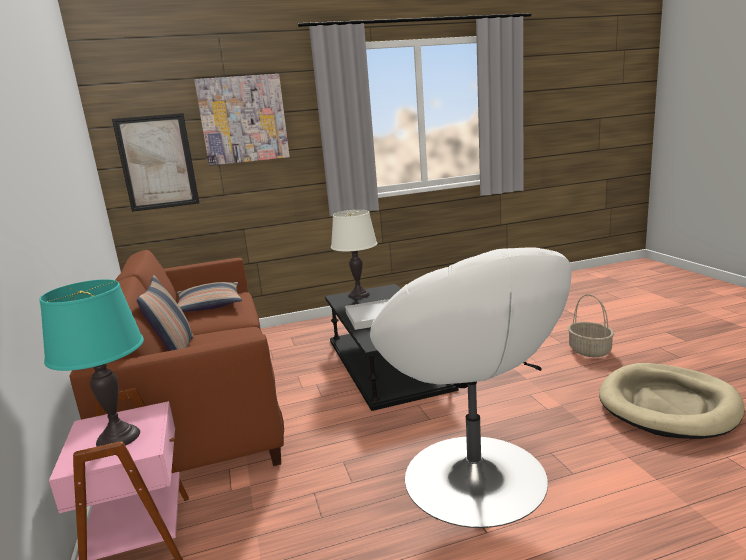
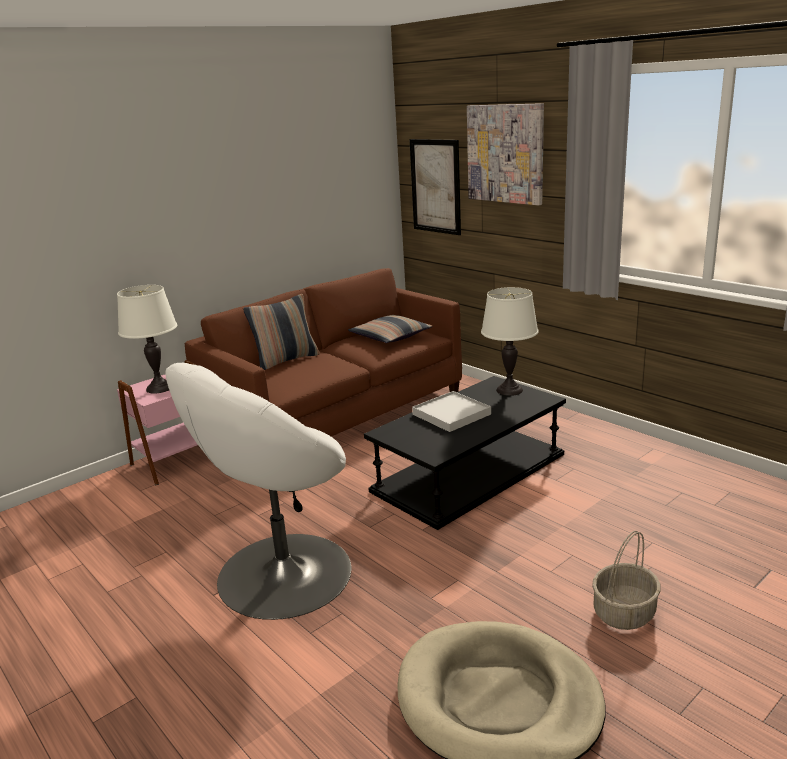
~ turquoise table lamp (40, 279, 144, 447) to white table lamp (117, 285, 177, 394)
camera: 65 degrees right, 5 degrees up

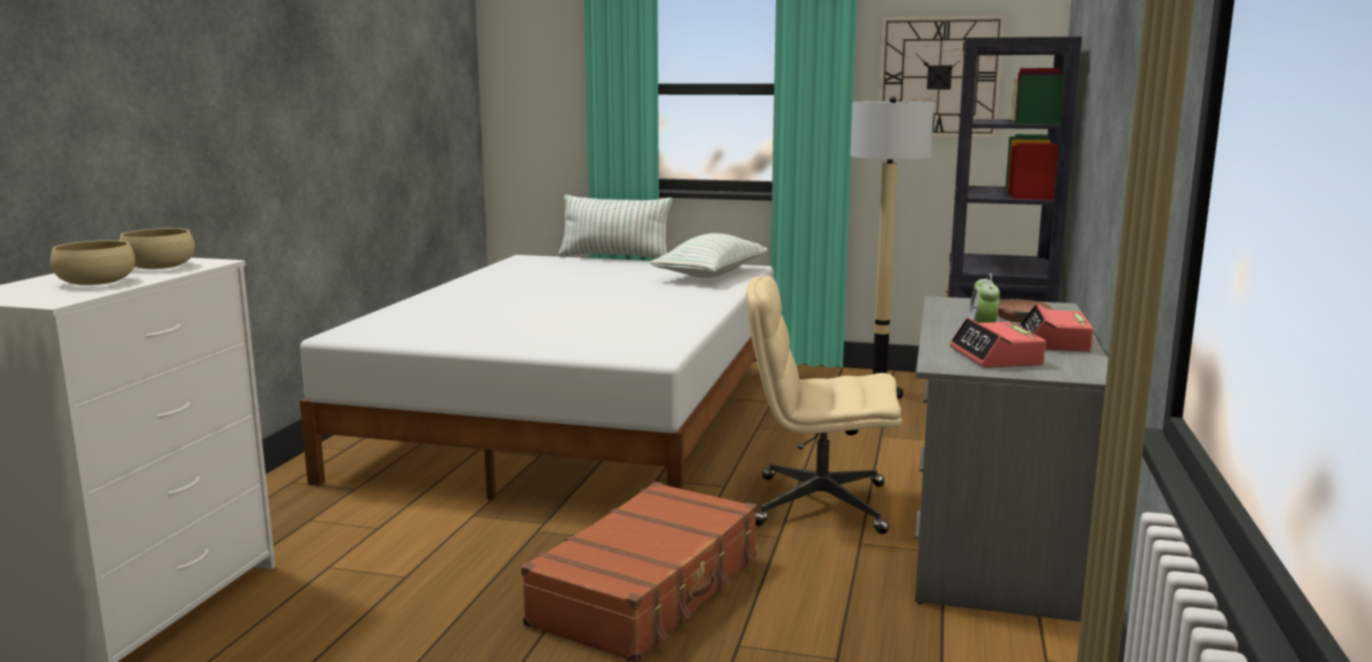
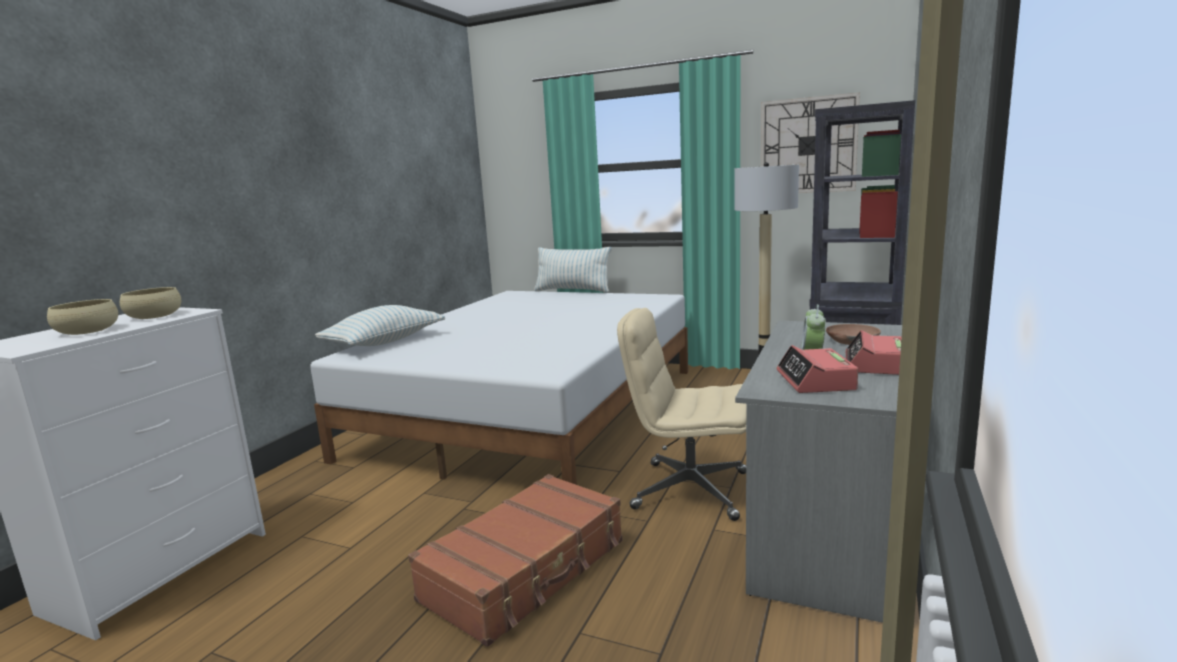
~ pillow (650, 233, 768, 278) to (315, 305, 445, 346)
camera: 10 degrees right, 0 degrees up

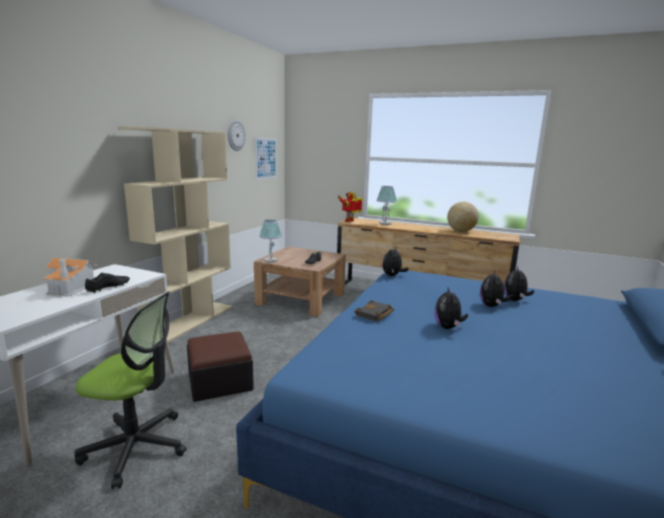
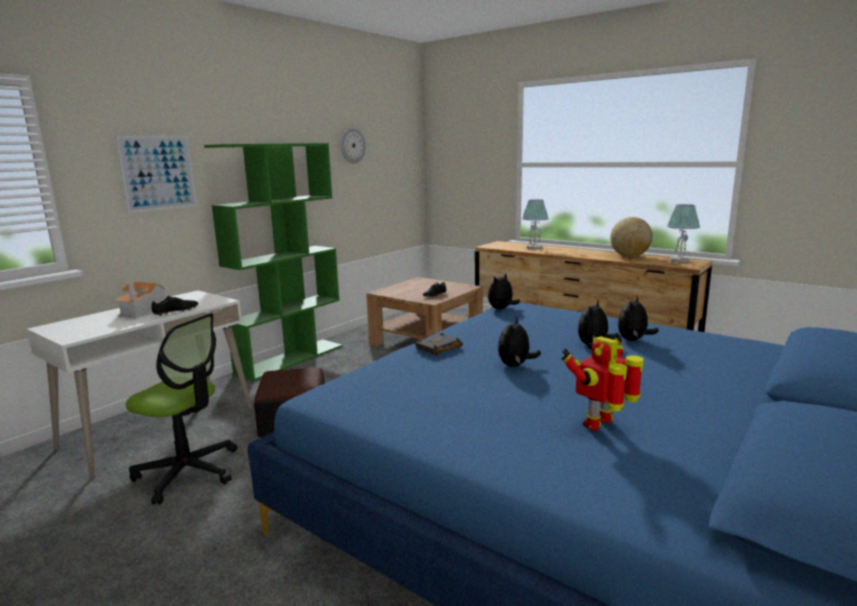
~ picture (255, 137, 277, 180) to (115, 136, 197, 213)
~ table lamp (259, 220, 282, 263) to (667, 204, 700, 263)
~ toy robot (338, 192, 363, 222) to (561, 335, 644, 430)
~ beige bookcase (118, 126, 232, 343) to green bookcase (204, 143, 343, 382)
camera: 15 degrees right, 0 degrees up

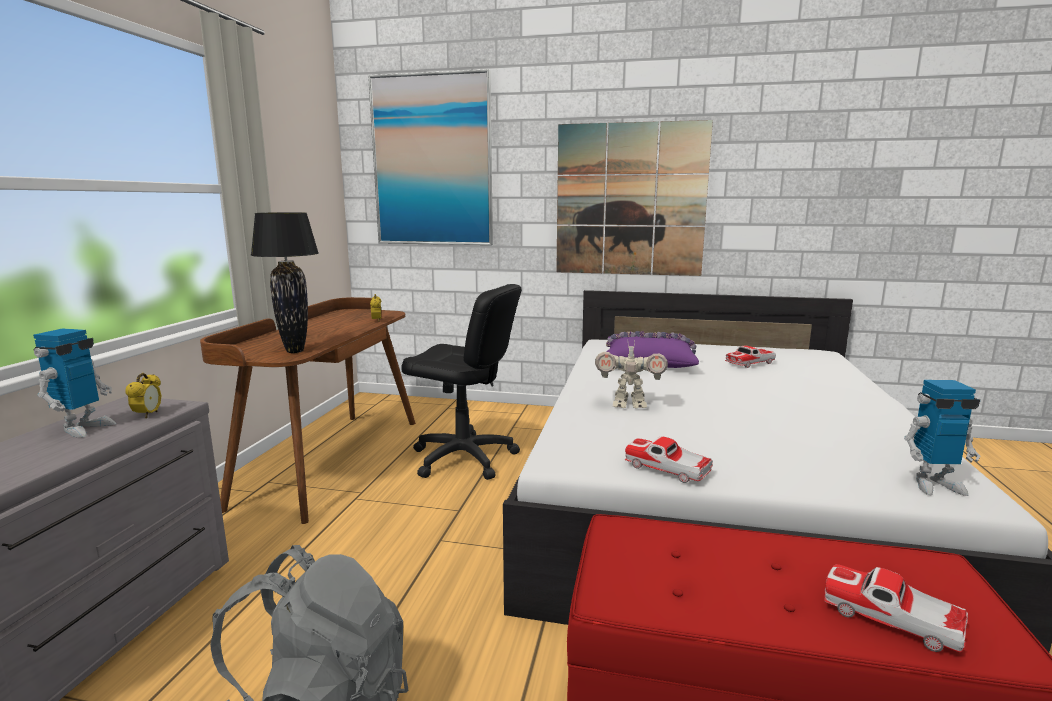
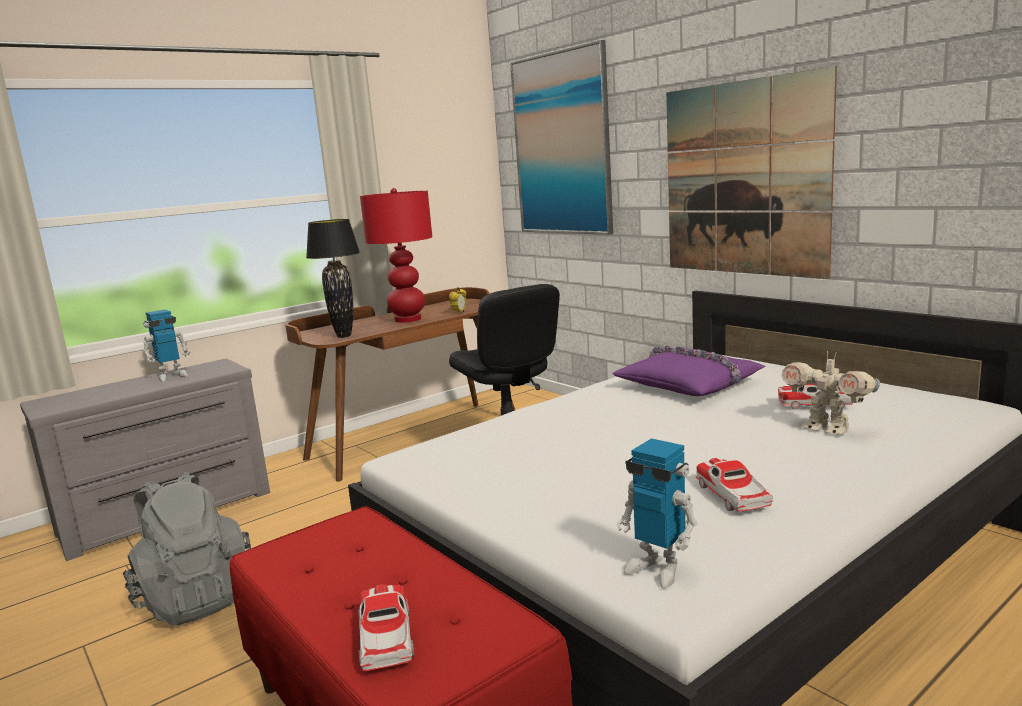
- alarm clock (125, 373, 161, 418)
+ red table lamp (360, 188, 432, 323)
~ toy robot (595, 341, 668, 408) to (782, 351, 880, 435)
~ toy car (625, 436, 713, 483) to (695, 458, 773, 512)
camera: 40 degrees right, 0 degrees up

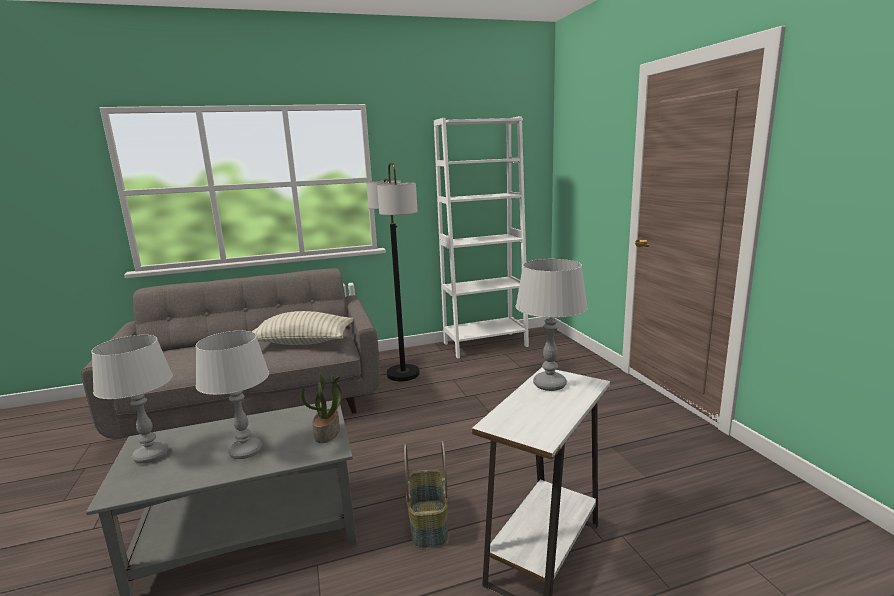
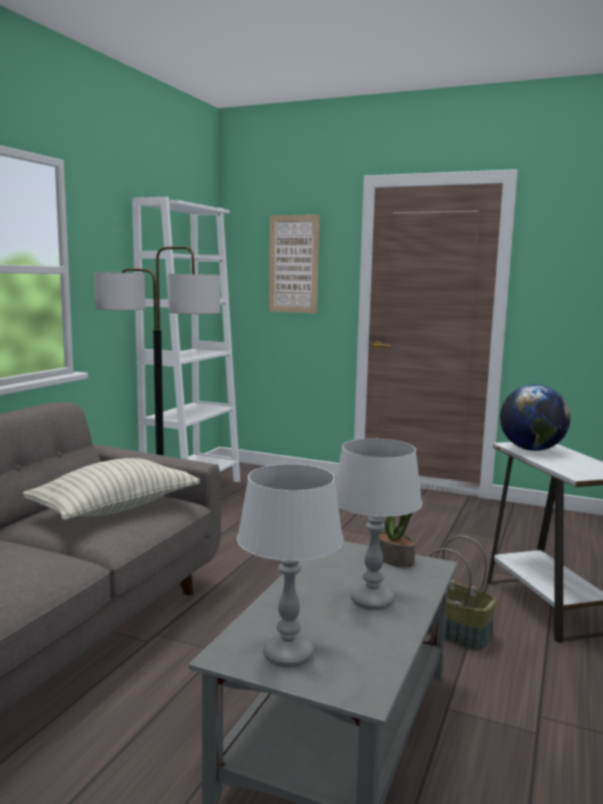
+ picture (269, 215, 319, 313)
~ grey table lamp (516, 259, 588, 391) to globe (500, 384, 570, 451)
camera: 50 degrees left, 5 degrees down

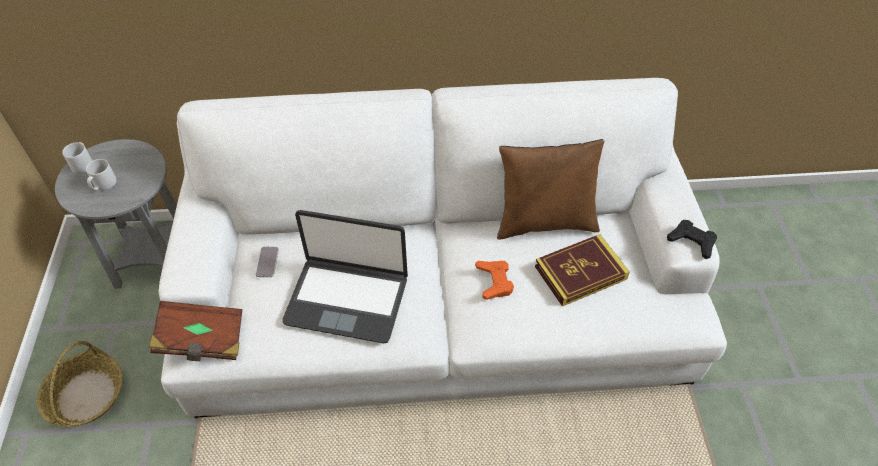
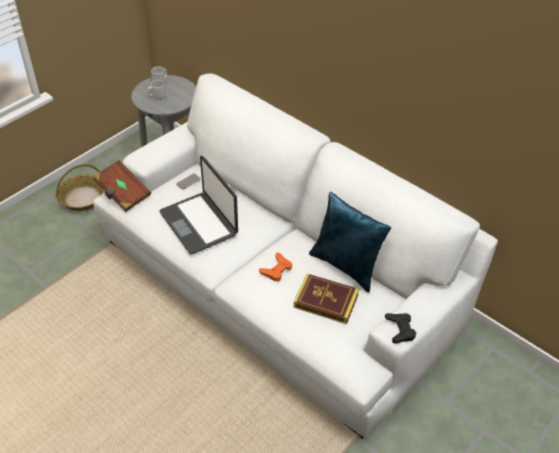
~ brown pillow (497, 139, 604, 240) to blue pillow (309, 192, 391, 292)
camera: 45 degrees right, 5 degrees down

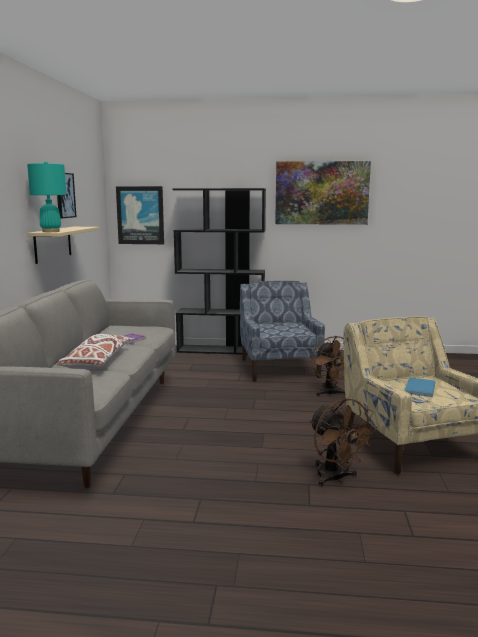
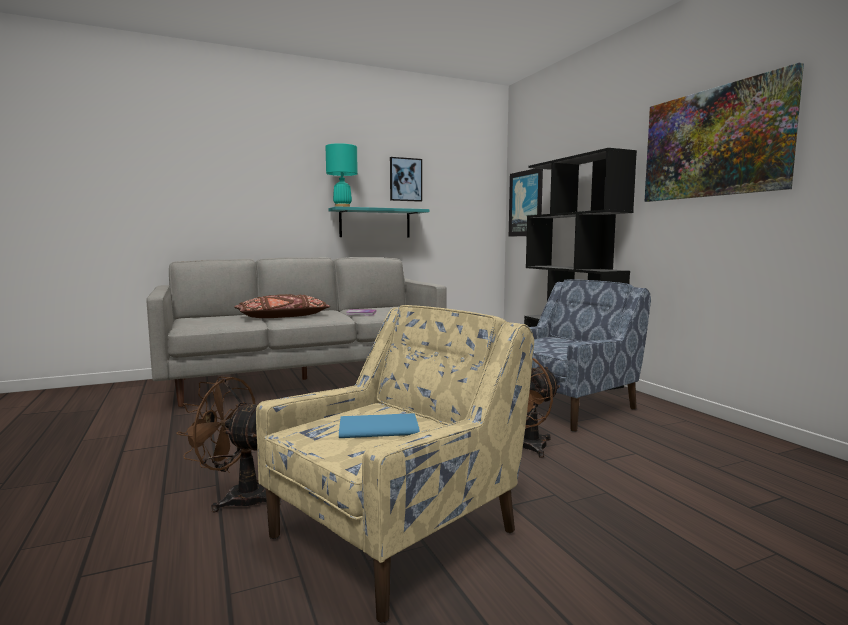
~ beige shelf (27, 227, 100, 264) to turquoise shelf (328, 206, 429, 237)
~ white pillow (57, 334, 130, 369) to brown pillow (234, 294, 330, 318)
~ brown fan (309, 398, 378, 487) = (176, 376, 281, 512) 75 degrees clockwise
camera: 60 degrees right, 5 degrees down

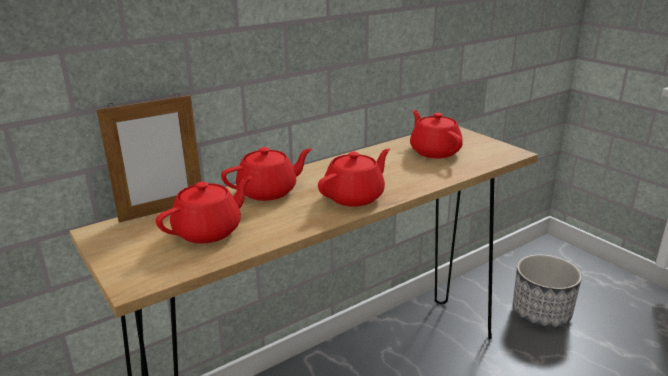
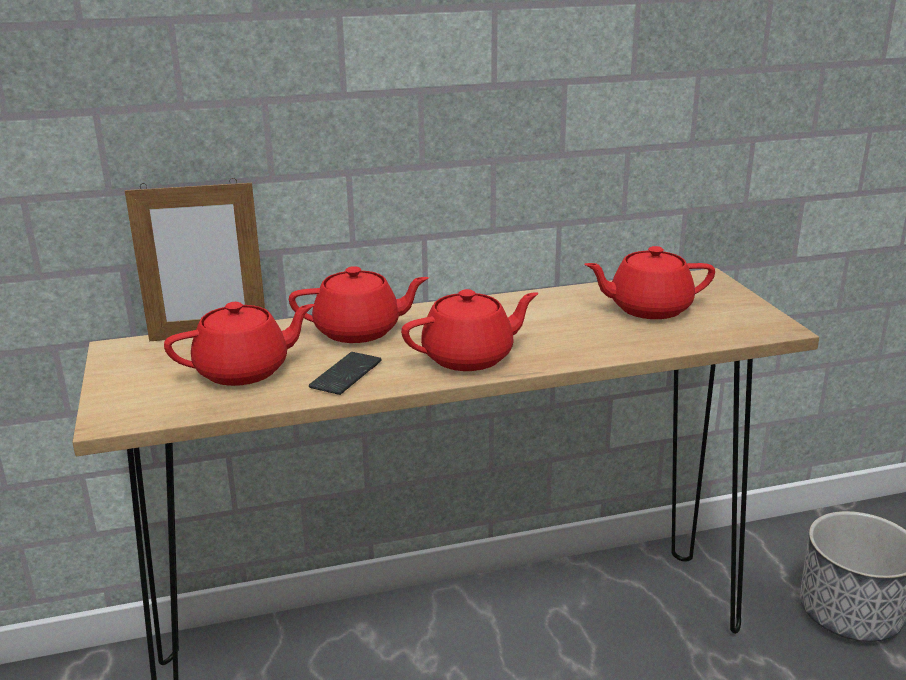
+ phone (309, 352, 381, 395)
~ red teapot (410, 110, 463, 158) = (584, 246, 715, 319) 90 degrees counterclockwise
camera: 20 degrees right, 0 degrees up

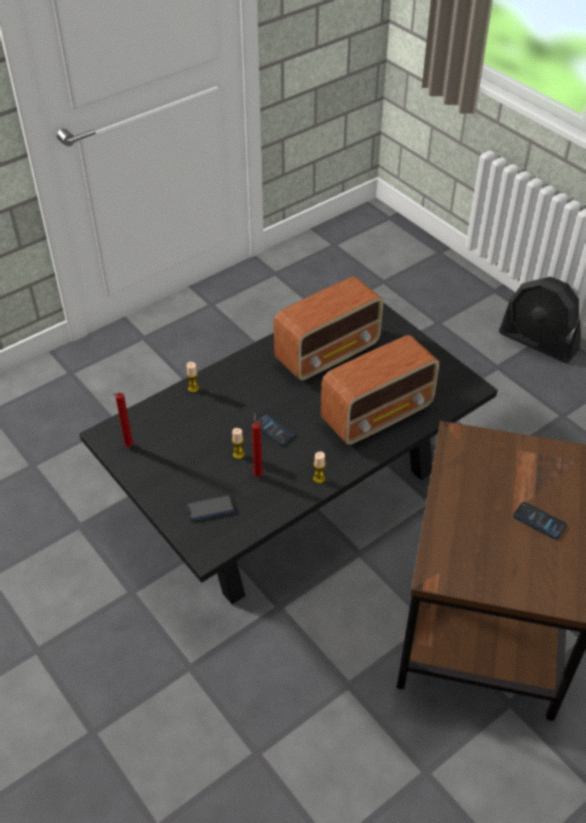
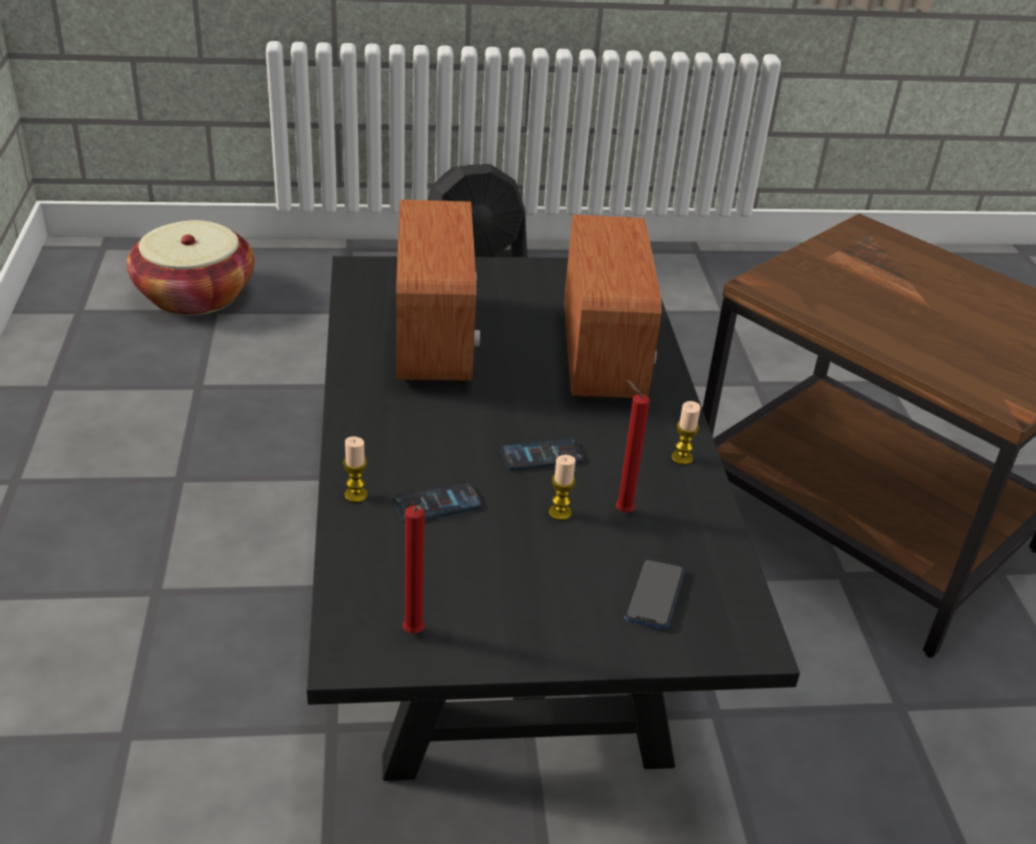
+ basket (127, 220, 255, 315)
~ phone (513, 502, 567, 539) to (393, 482, 482, 523)
camera: 60 degrees left, 10 degrees down

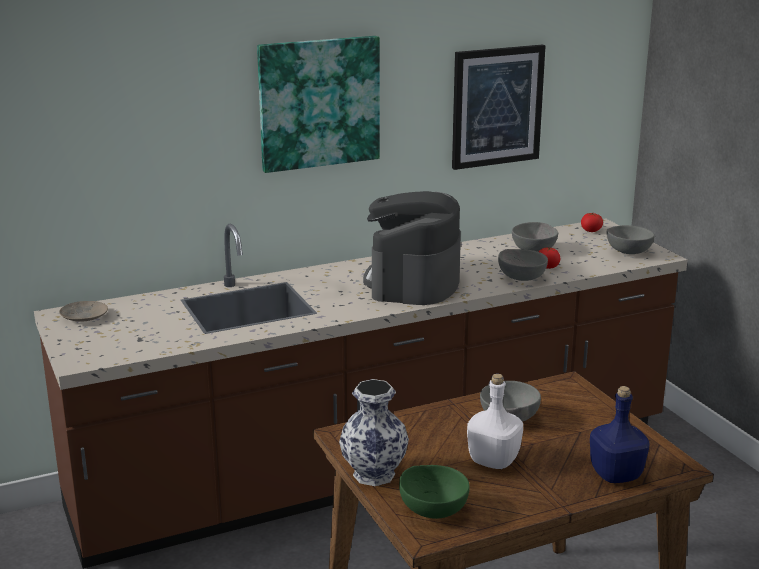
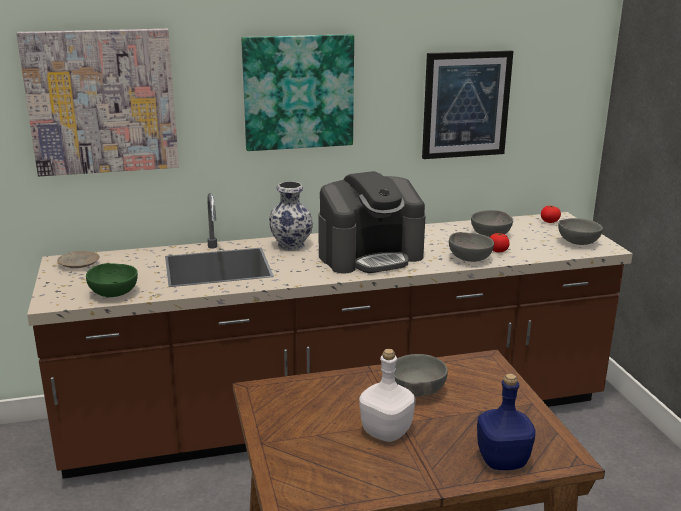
+ picture (17, 29, 179, 176)
~ vase (339, 379, 409, 486) to (269, 182, 313, 251)
~ green bowl (399, 465, 470, 519) to (86, 263, 138, 297)
~ coffee machine (363, 191, 461, 305) = (318, 171, 426, 274) 135 degrees counterclockwise
camera: 10 degrees right, 0 degrees up

